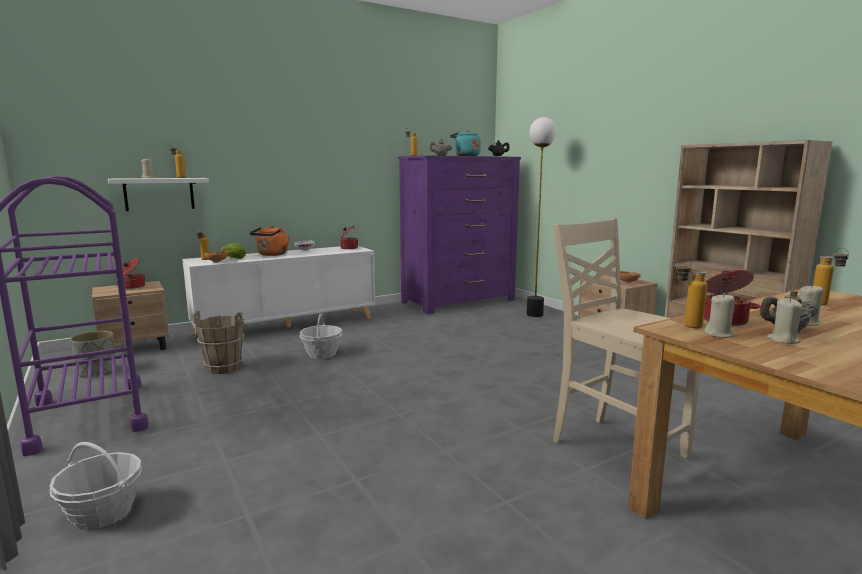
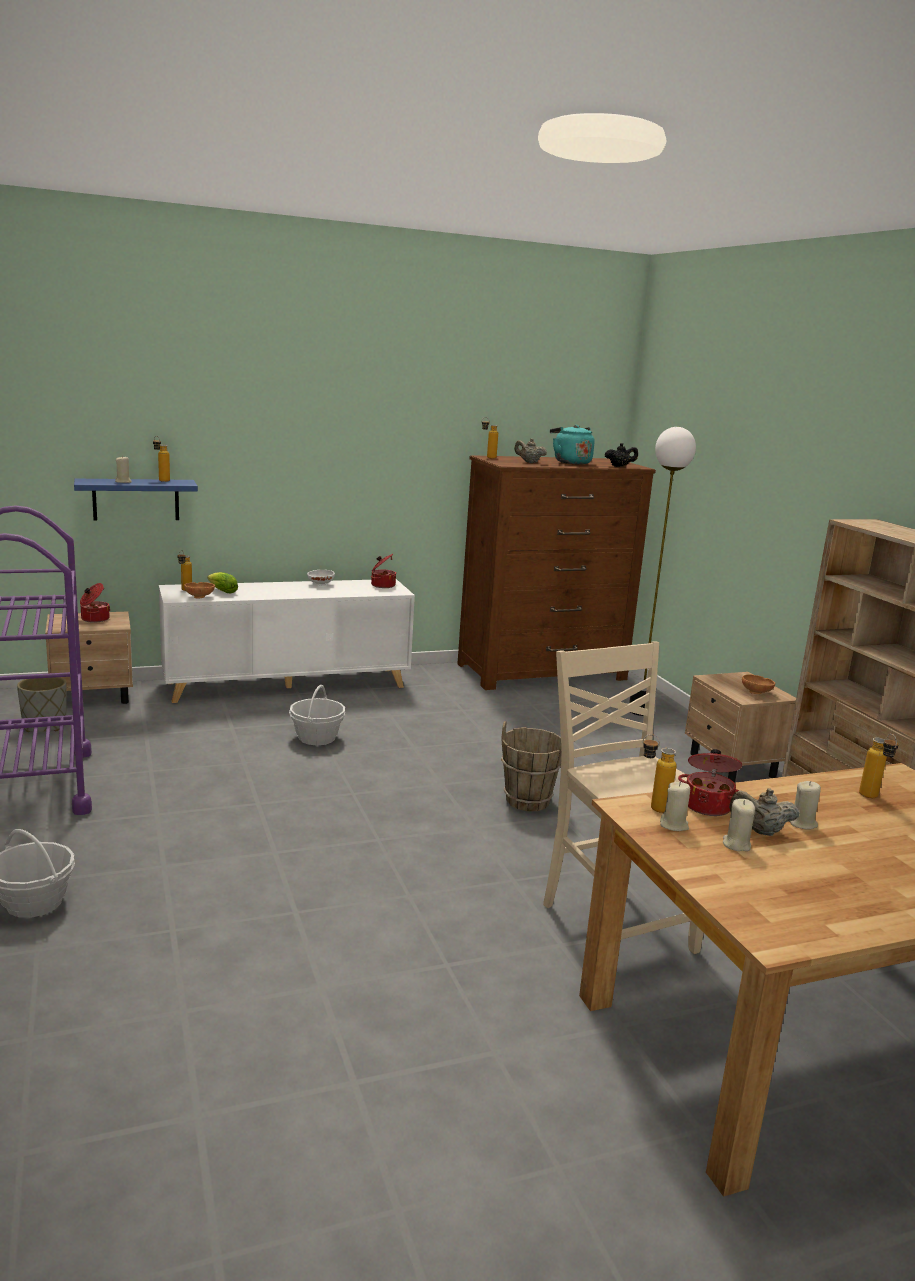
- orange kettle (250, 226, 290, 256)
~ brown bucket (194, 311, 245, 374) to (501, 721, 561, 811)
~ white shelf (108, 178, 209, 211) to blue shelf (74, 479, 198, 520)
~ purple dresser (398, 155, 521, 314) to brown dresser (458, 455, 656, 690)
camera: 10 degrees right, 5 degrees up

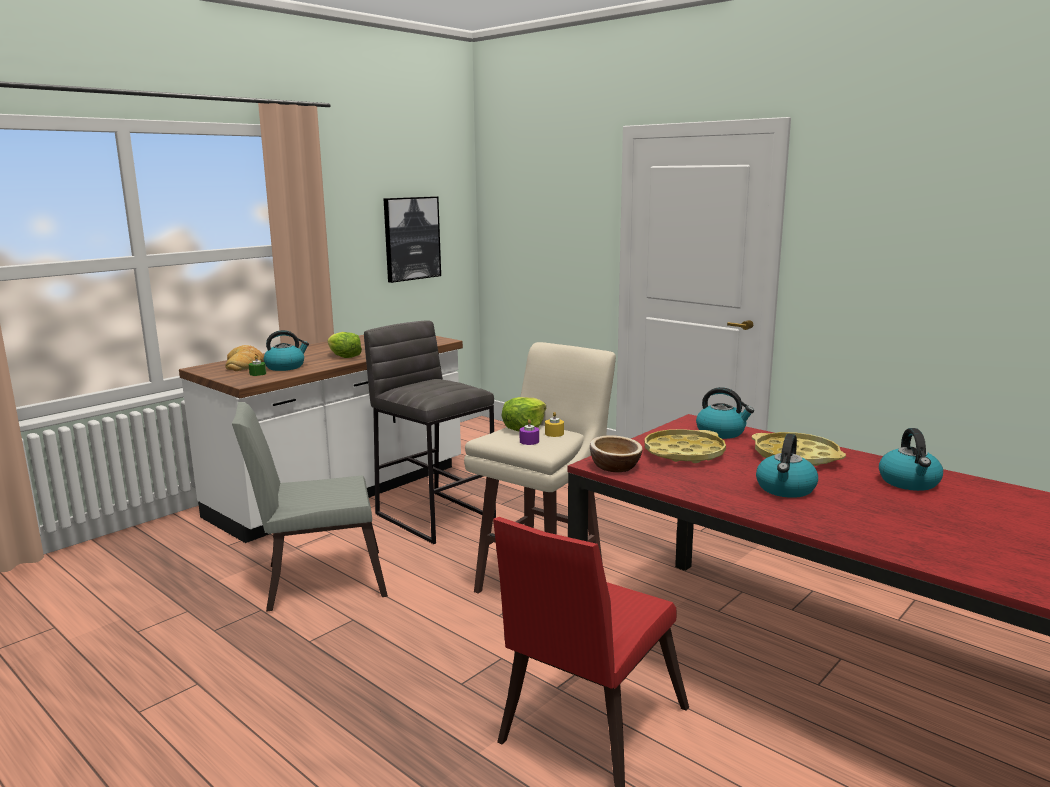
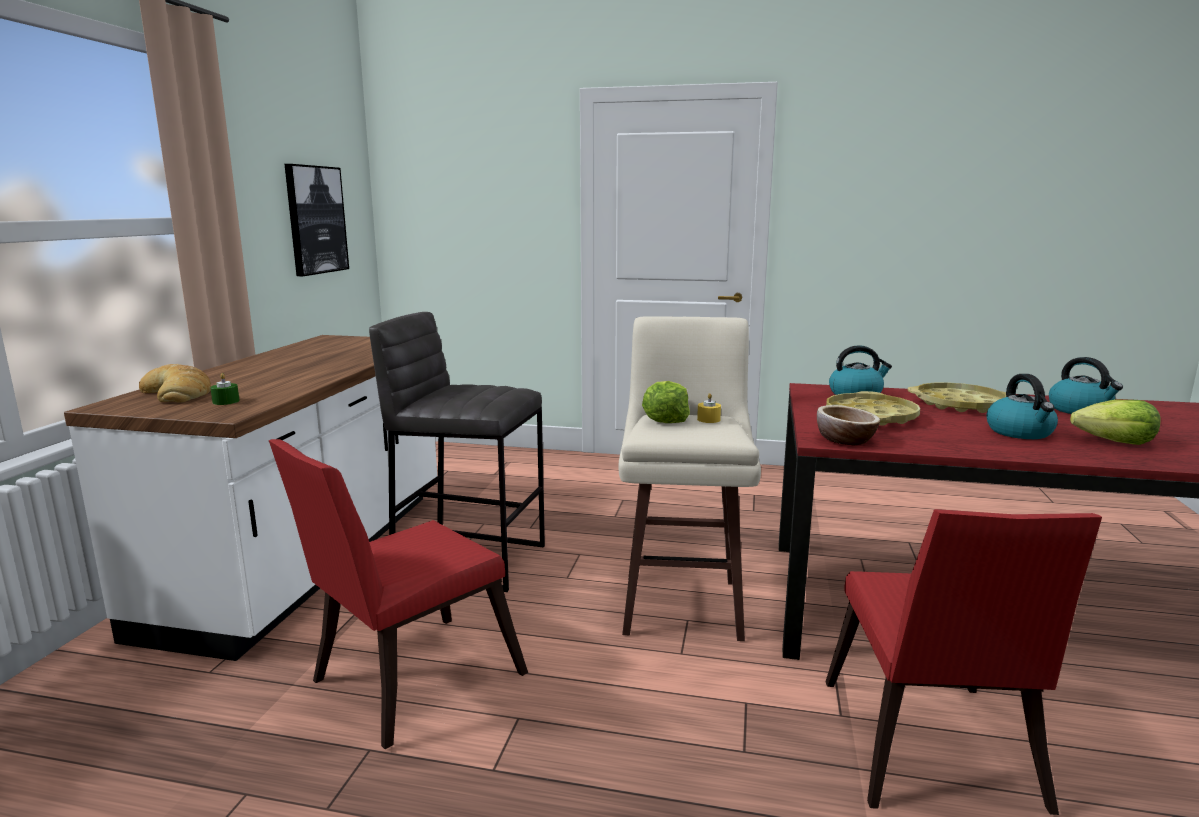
- kettle (264, 330, 309, 371)
- purple candle (520, 419, 539, 445)
~ lettuce (327, 332, 362, 358) to (1070, 400, 1160, 445)
~ grey chair (232, 402, 388, 611) to red chair (269, 439, 528, 749)
camera: 30 degrees left, 0 degrees up

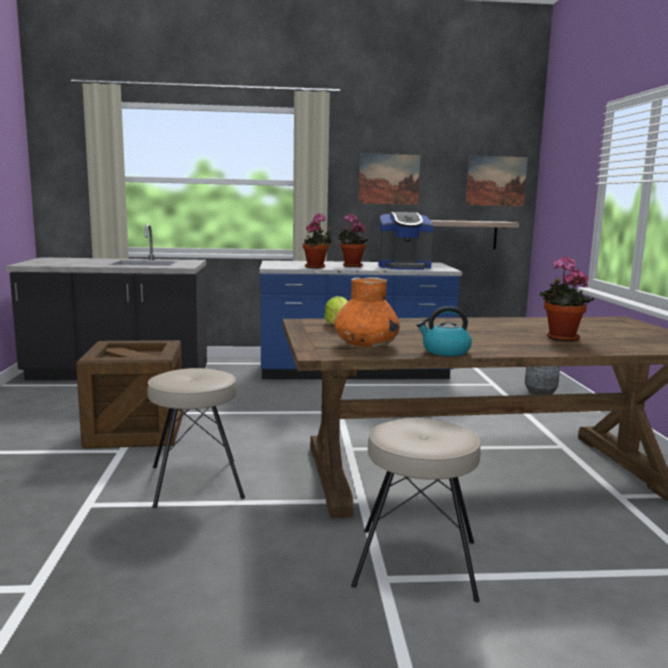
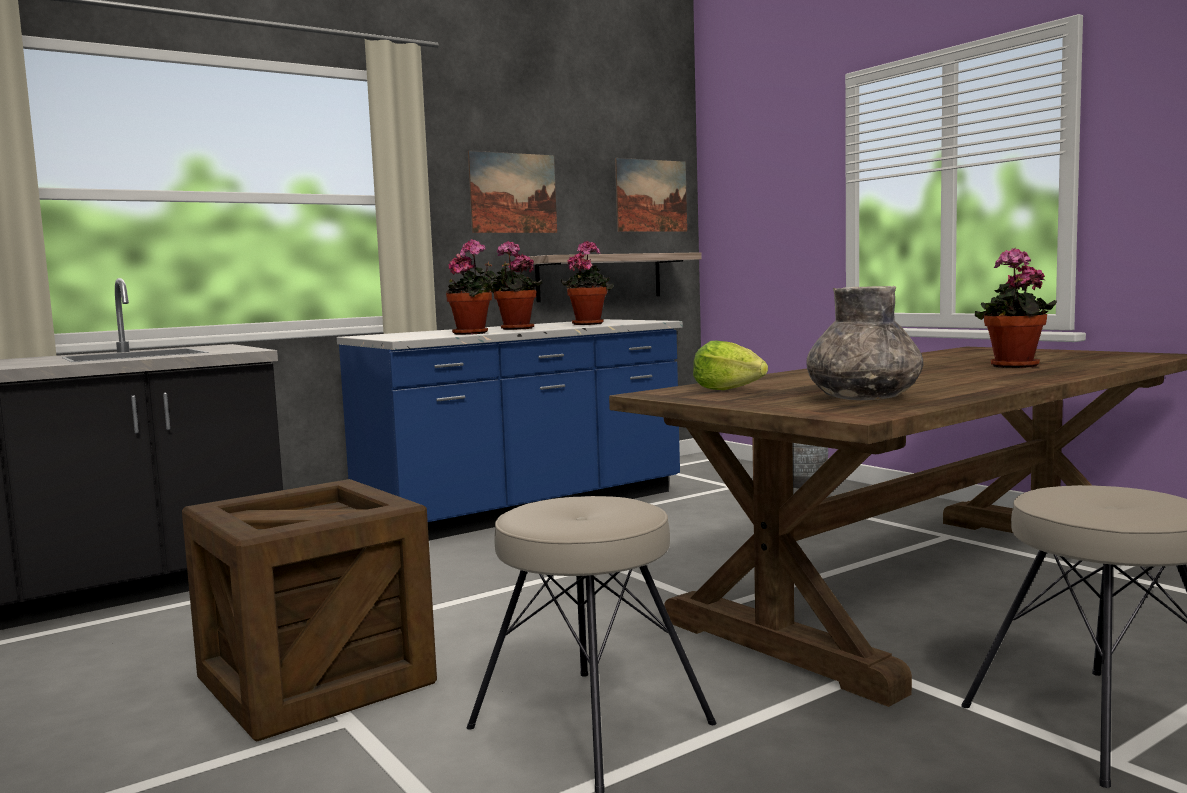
- kettle (417, 306, 472, 356)
~ coffee machine (378, 212, 433, 270) to potted plant (560, 241, 613, 325)
~ orange vase (334, 277, 400, 347) to grey vase (806, 286, 923, 400)
camera: 30 degrees left, 5 degrees down

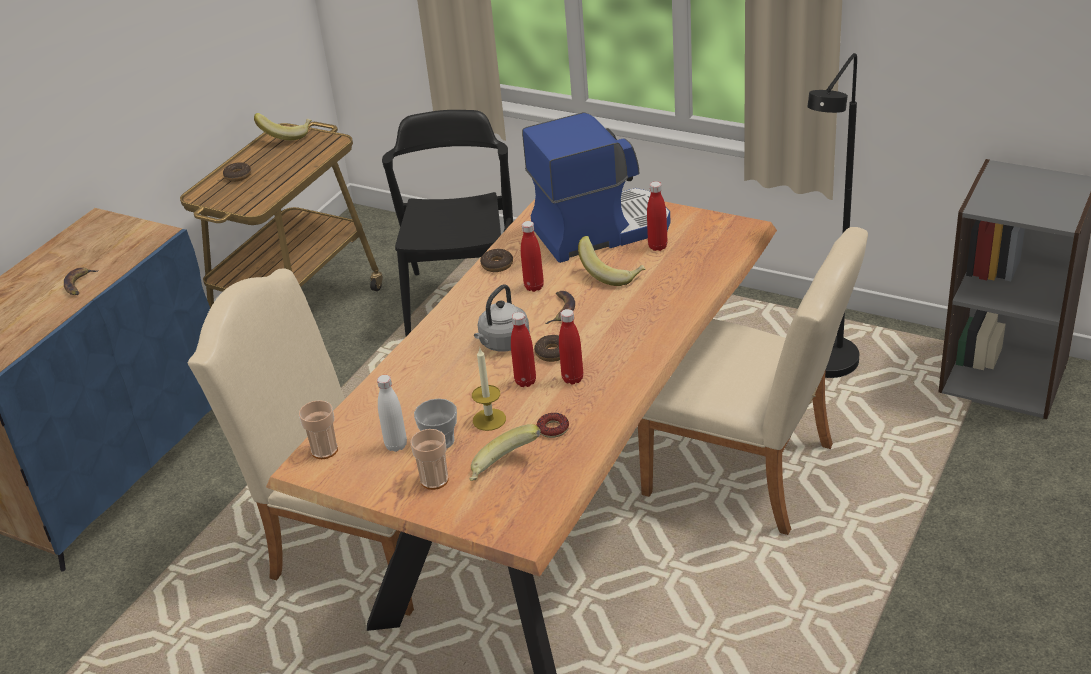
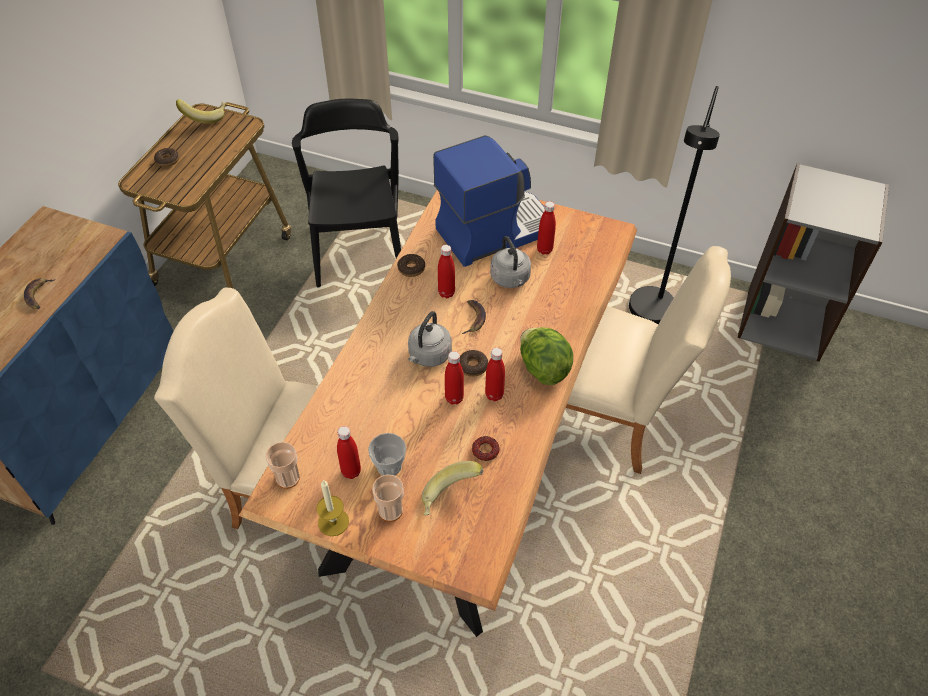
+ lettuce (520, 327, 573, 385)
~ candle (472, 348, 506, 431) to (317, 480, 349, 536)
~ banana (578, 236, 646, 286) to grey kettle (490, 236, 531, 288)
~ white bottle (377, 375, 407, 452) to red bottle (337, 426, 361, 479)
camera: 10 degrees left, 15 degrees up

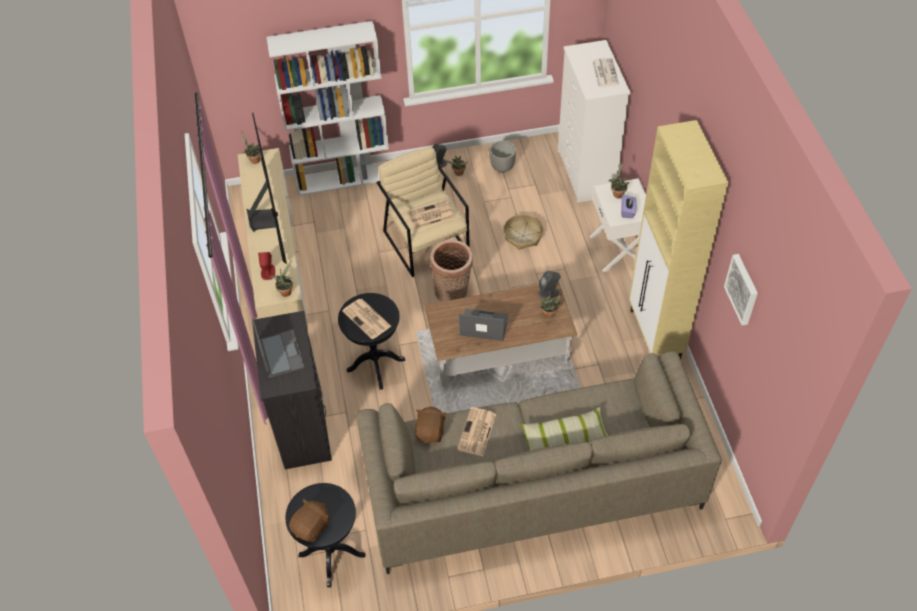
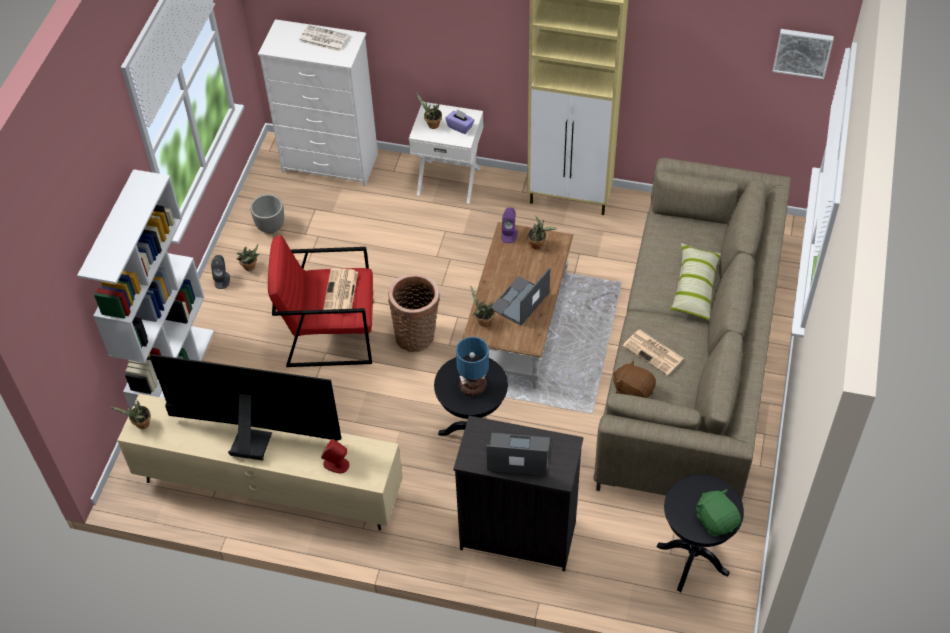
- basket (503, 214, 543, 250)
~ potted plant (269, 260, 293, 297) to (471, 286, 494, 327)
~ picture (724, 254, 758, 326) to (773, 29, 834, 79)
~ newspaper (342, 299, 391, 339) to table lamp (456, 337, 489, 396)
~ brown plush toy (289, 499, 329, 542) to green plush toy (696, 489, 741, 536)
~ beige armchair (377, 147, 470, 277) to red armchair (268, 235, 373, 367)
~ grey speaker (539, 271, 560, 299) to purple speaker (501, 208, 517, 243)
camera: 65 degrees left, 0 degrees up

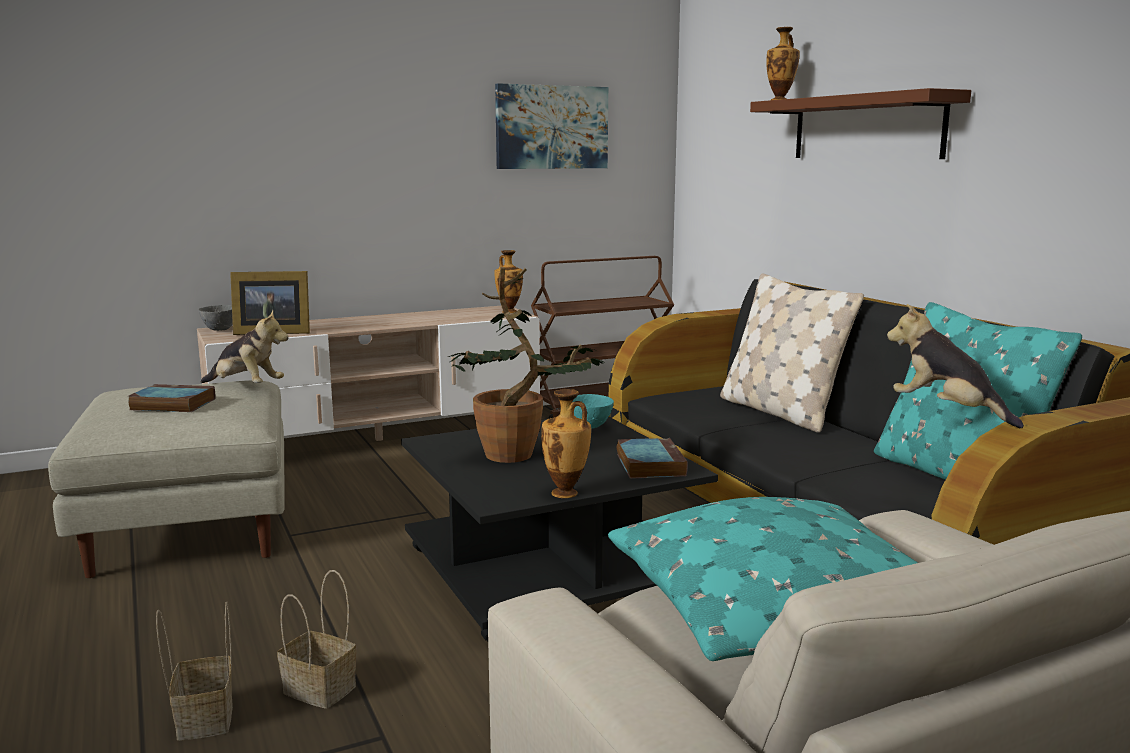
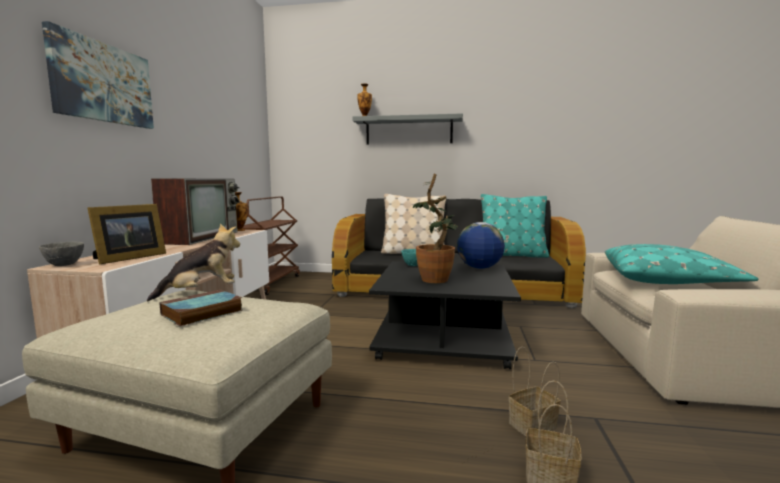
- vase (541, 389, 591, 498)
- plush toy (887, 304, 1024, 428)
+ television (151, 179, 240, 245)
~ picture (495, 83, 608, 169) to (42, 21, 154, 129)
~ book (617, 438, 688, 479) to globe (457, 222, 505, 269)
~ brown shelf (750, 88, 971, 159) to grey shelf (353, 113, 463, 144)
camera: 55 degrees left, 5 degrees down

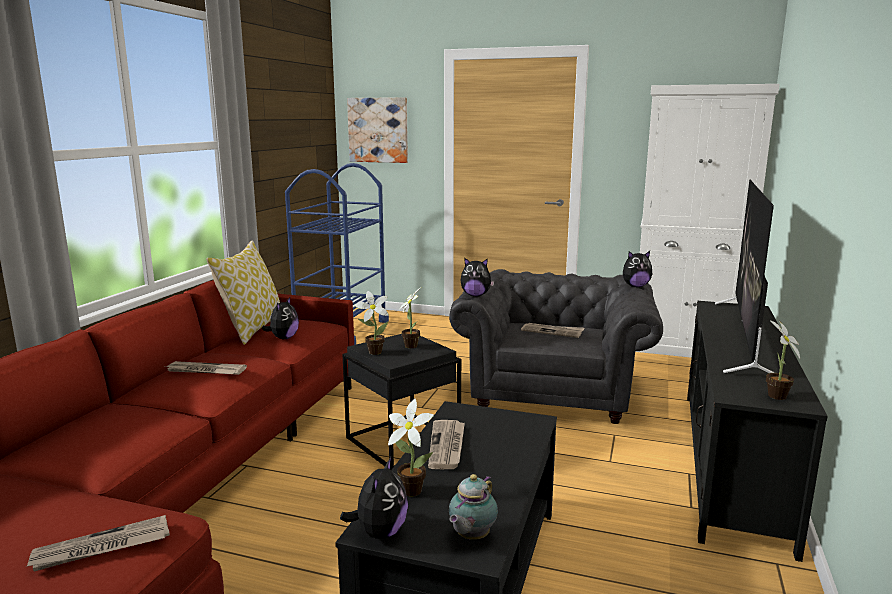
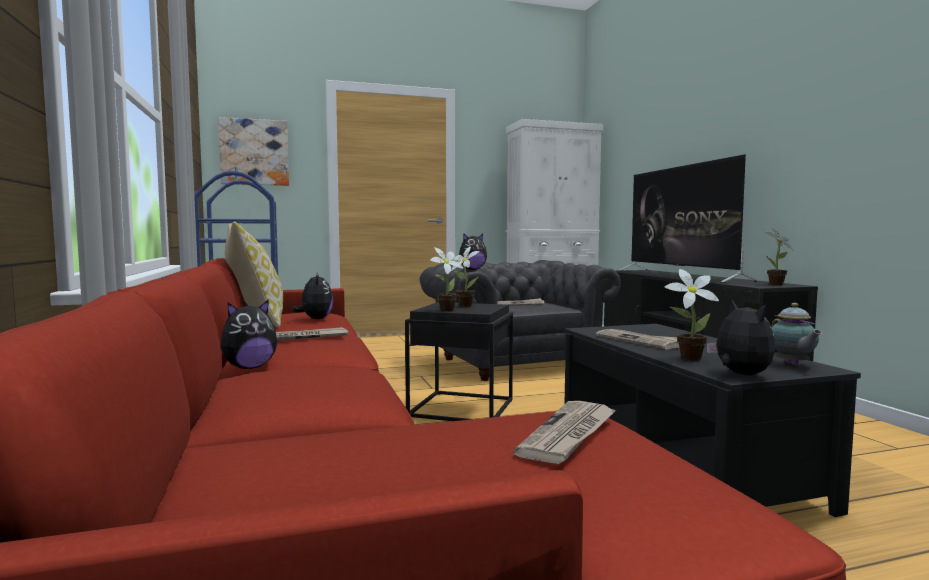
~ plush toy (622, 251, 652, 287) to (221, 299, 277, 369)
camera: 35 degrees left, 10 degrees down

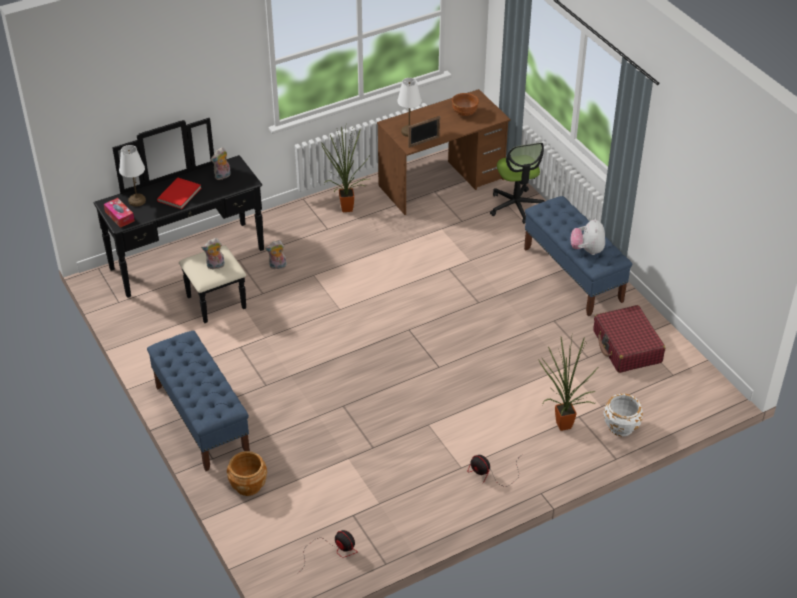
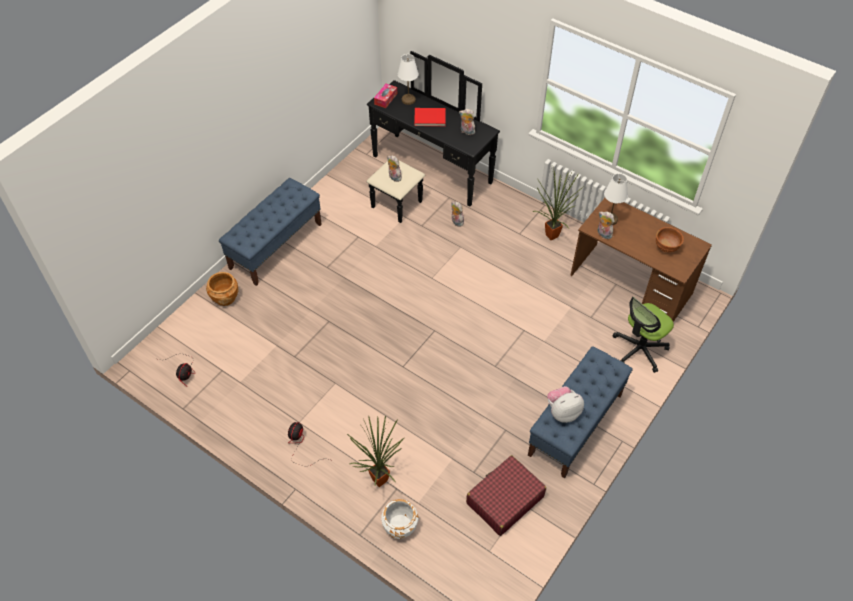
~ picture frame (408, 116, 440, 148) to plush toy (598, 211, 614, 239)
camera: 65 degrees right, 10 degrees up

